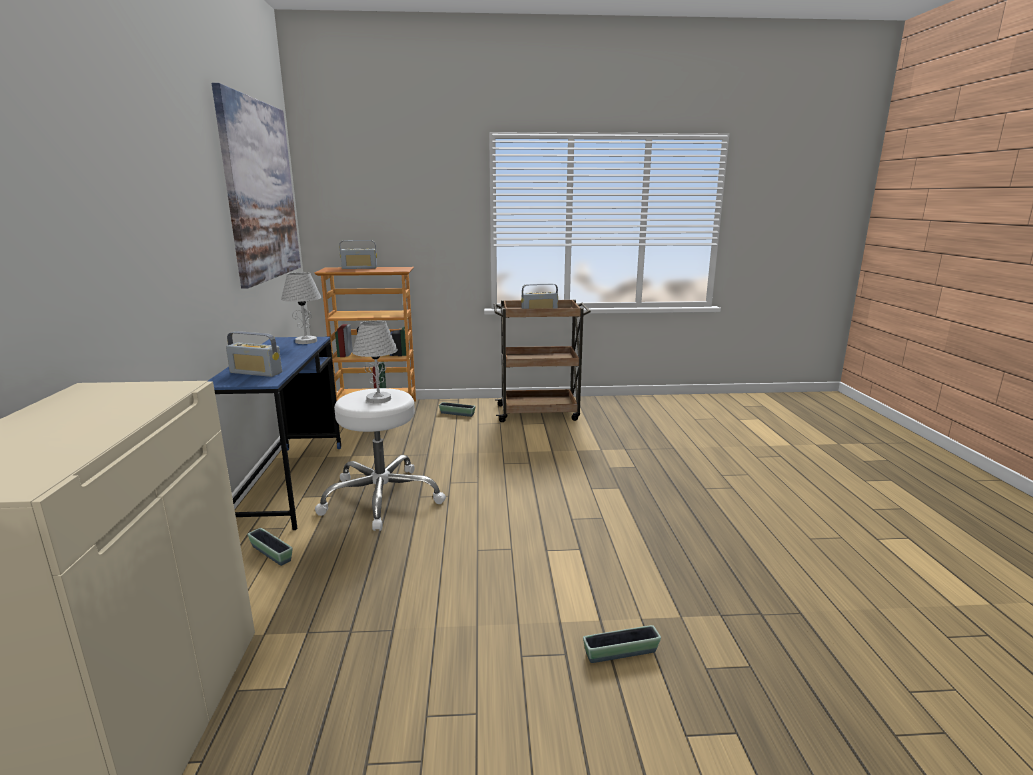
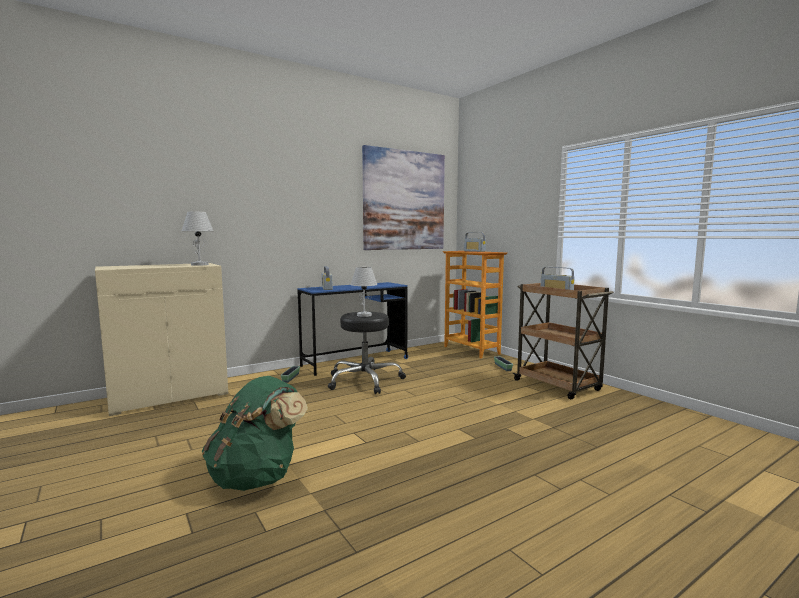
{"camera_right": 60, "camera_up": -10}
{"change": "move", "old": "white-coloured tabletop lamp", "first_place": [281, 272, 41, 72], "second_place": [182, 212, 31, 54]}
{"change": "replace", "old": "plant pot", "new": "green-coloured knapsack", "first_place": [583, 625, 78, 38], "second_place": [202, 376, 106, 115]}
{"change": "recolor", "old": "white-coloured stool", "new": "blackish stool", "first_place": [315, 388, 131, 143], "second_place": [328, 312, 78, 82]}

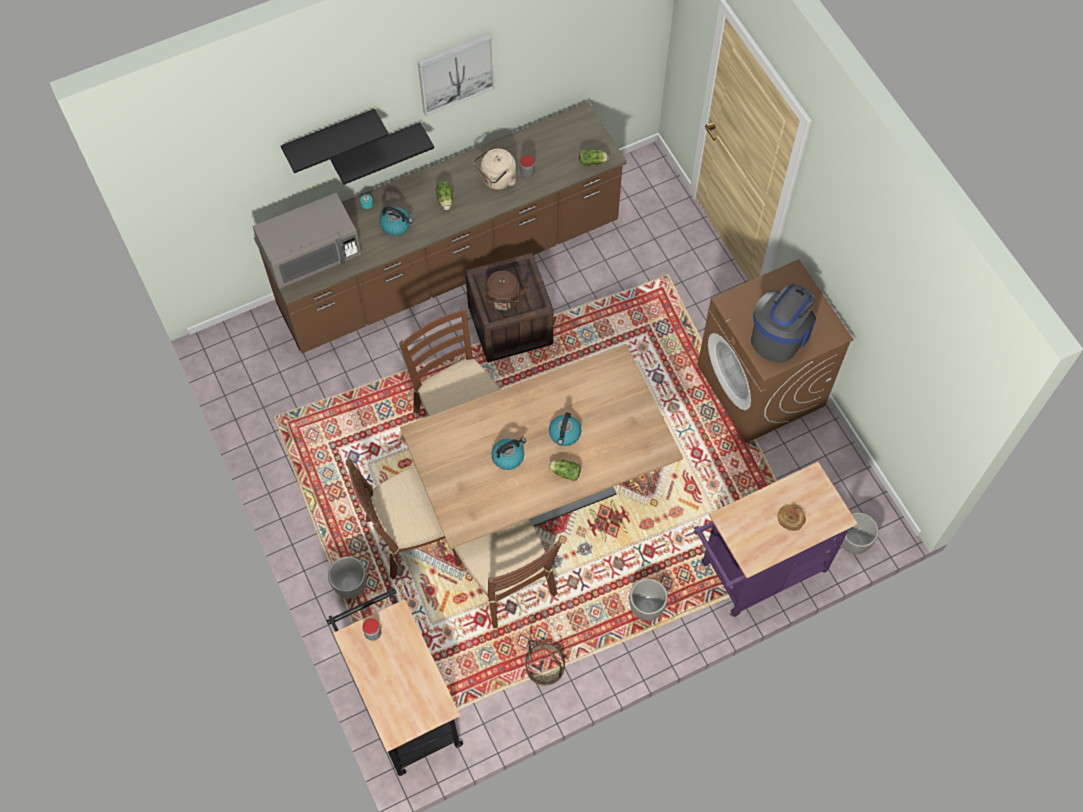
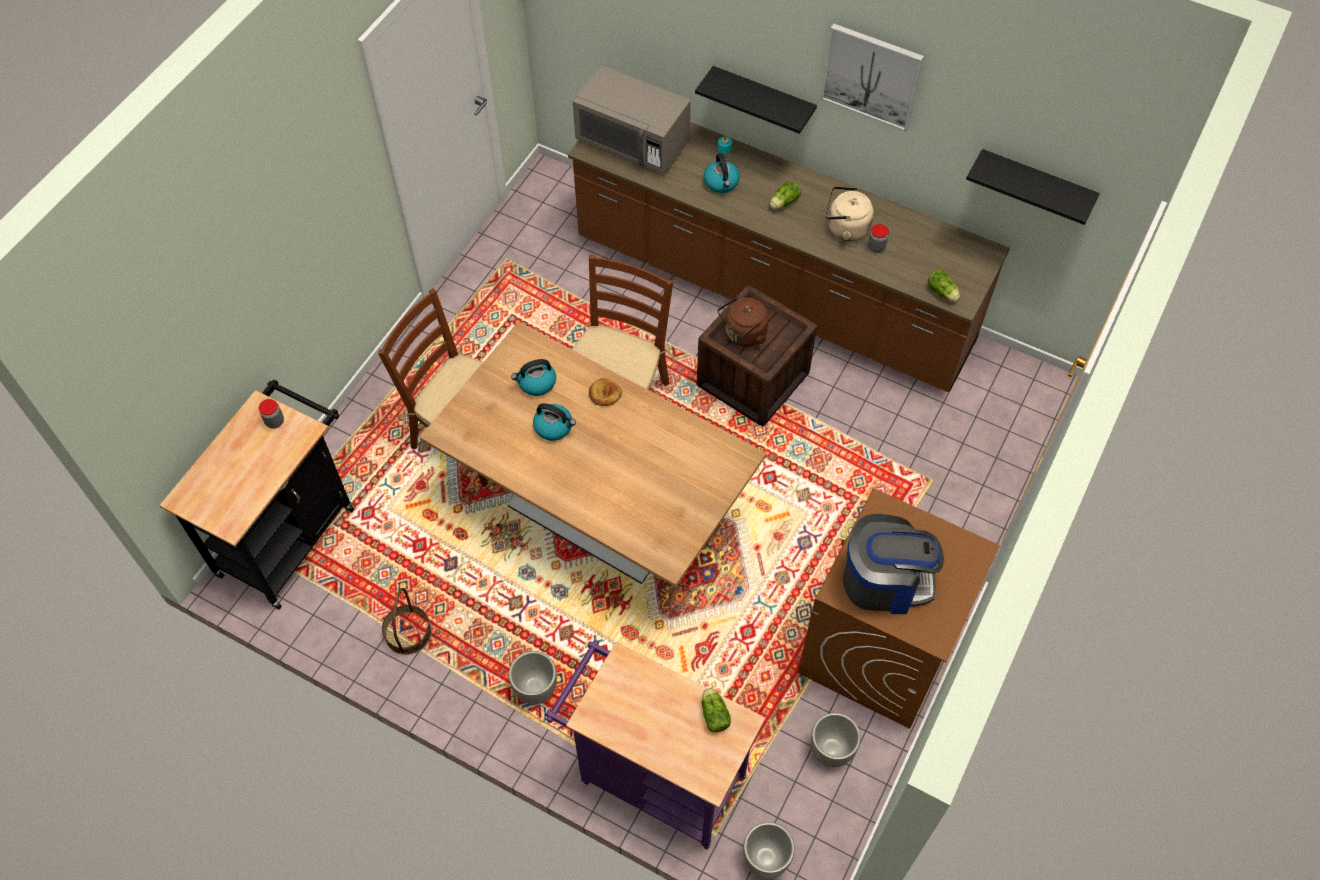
{"camera_right": 55, "camera_up": -5}
{"change": "move", "old": "tea kettle", "first_place": [549, 413, 33, 33], "second_place": [511, 359, 45, 37]}
{"change": "move", "old": "baked bread", "first_place": [777, 504, 29, 27], "second_place": [589, 378, 33, 28]}
{"change": "move", "old": "head of lettuce", "first_place": [549, 460, 32, 21], "second_place": [702, 688, 29, 44]}
{"change": "move", "old": "plant pot", "first_place": [328, 556, 39, 42], "second_place": [811, 713, 50, 54]}
{"change": "move", "old": "blackish bracket shelf", "first_place": [281, 109, 108, 64], "second_place": [966, 149, 134, 76]}
{"change": "delete", "old": "brownish plain chair", "first_place": [453, 519, 109, 109]}

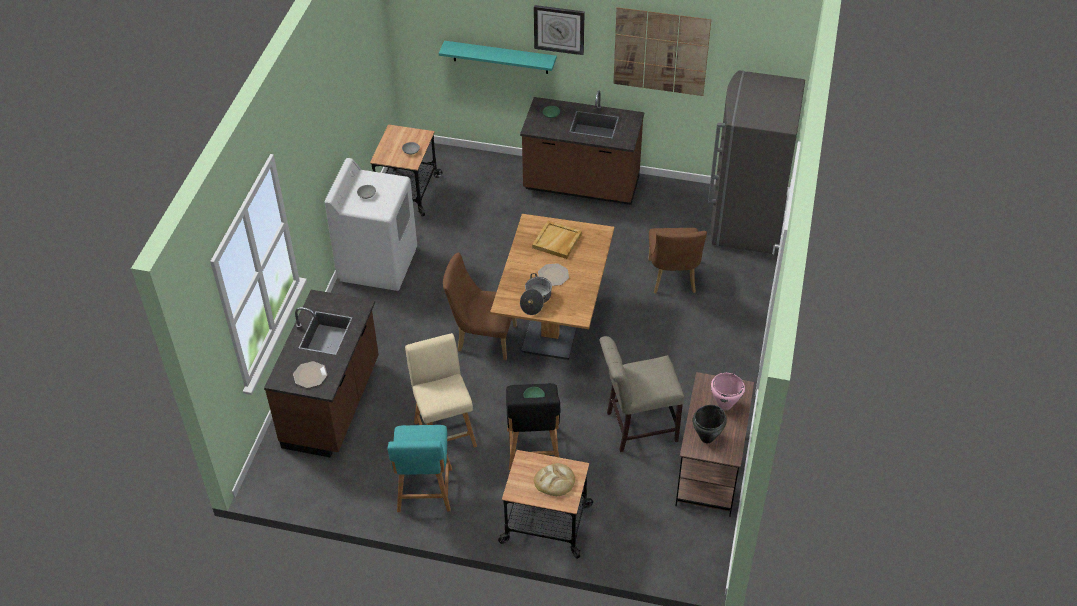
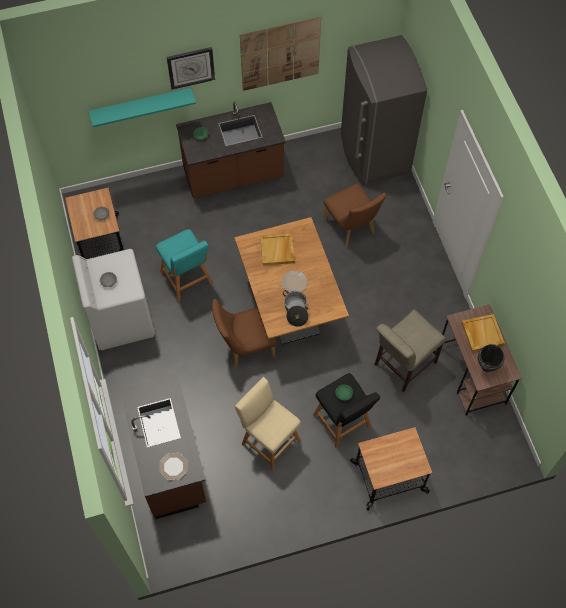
{"camera_right": -30, "camera_up": 15}
{"change": "move", "old": "blue-green stool", "first_place": [388, 425, 64, 87], "second_place": [156, 229, 57, 72]}
{"change": "replace", "old": "pink-coloured saucepot", "new": "sand-coloured serving tray", "first_place": [711, 373, 34, 37], "second_place": [461, 314, 44, 38]}
{"change": "delete", "old": "baked bread", "first_place": [534, 463, 41, 33]}

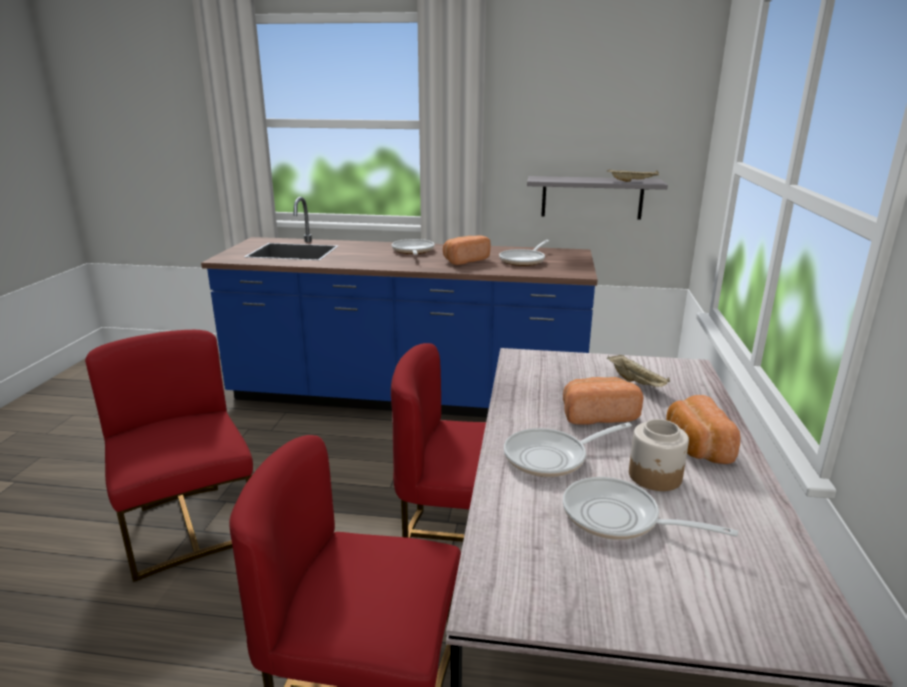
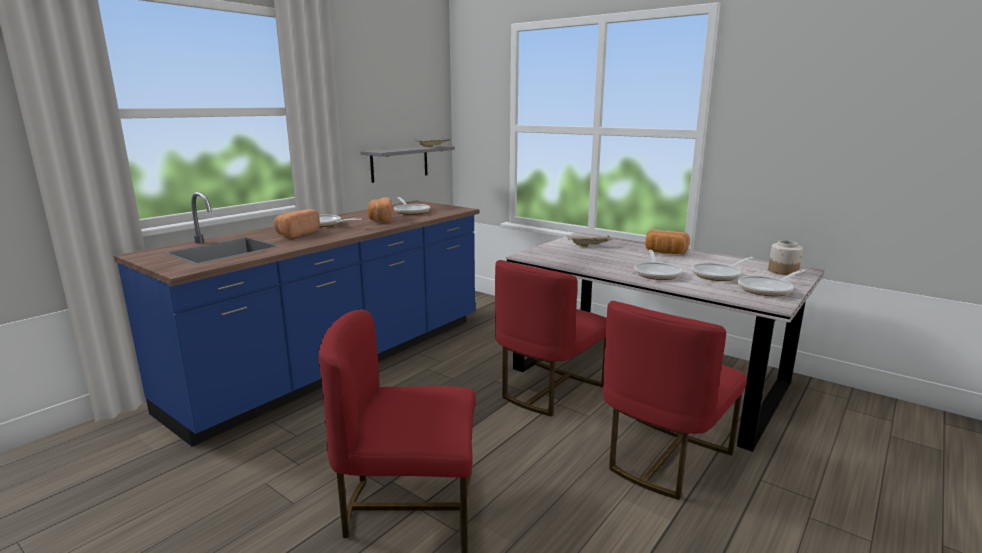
{"camera_right": -60, "camera_up": -5}
{"change": "move", "old": "baked bread", "first_place": [563, 377, 80, 47], "second_place": [274, 209, 46, 29]}
{"change": "insert", "new": "pan", "second_place": [738, 269, 67, 27]}
{"change": "move", "old": "storage jar", "first_place": [629, 419, 60, 72], "second_place": [768, 240, 35, 35]}

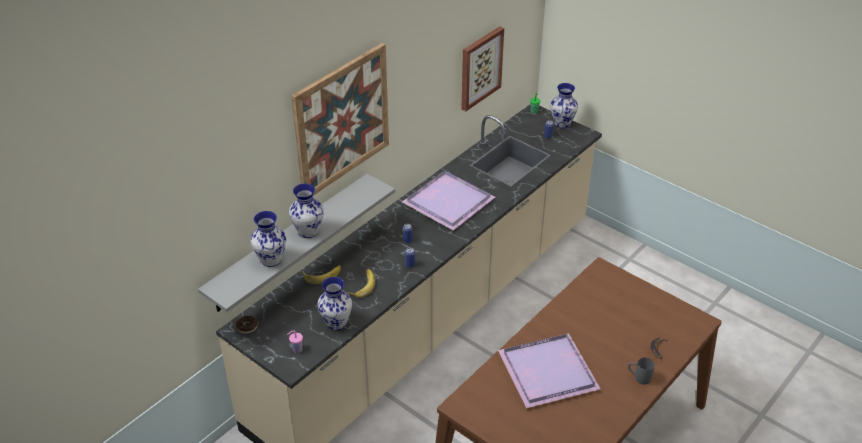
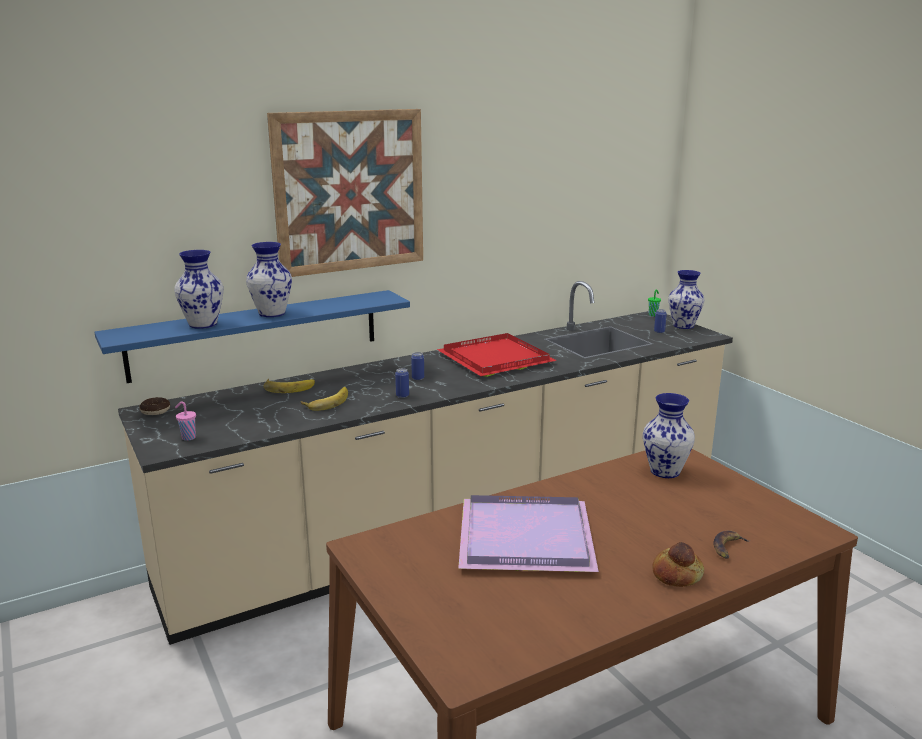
{"camera_right": 20, "camera_up": -20}
{"change": "recolor", "old": "greyish bracket shelf", "new": "blue-coloured bracket shelf", "first_place": [198, 174, 197, 138], "second_place": [94, 290, 316, 93]}
{"change": "recolor", "old": "purple-coloured serving tray", "new": "red-coloured serving tray", "first_place": [402, 171, 93, 60], "second_place": [437, 333, 120, 44]}
{"change": "move", "old": "decorative vase", "first_place": [317, 277, 35, 53], "second_place": [643, 393, 52, 85]}
{"change": "replace", "old": "greyish coffee mug", "new": "baked bread", "first_place": [628, 357, 27, 28], "second_place": [653, 542, 51, 45]}
{"change": "delete", "old": "picture", "first_place": [461, 26, 43, 85]}

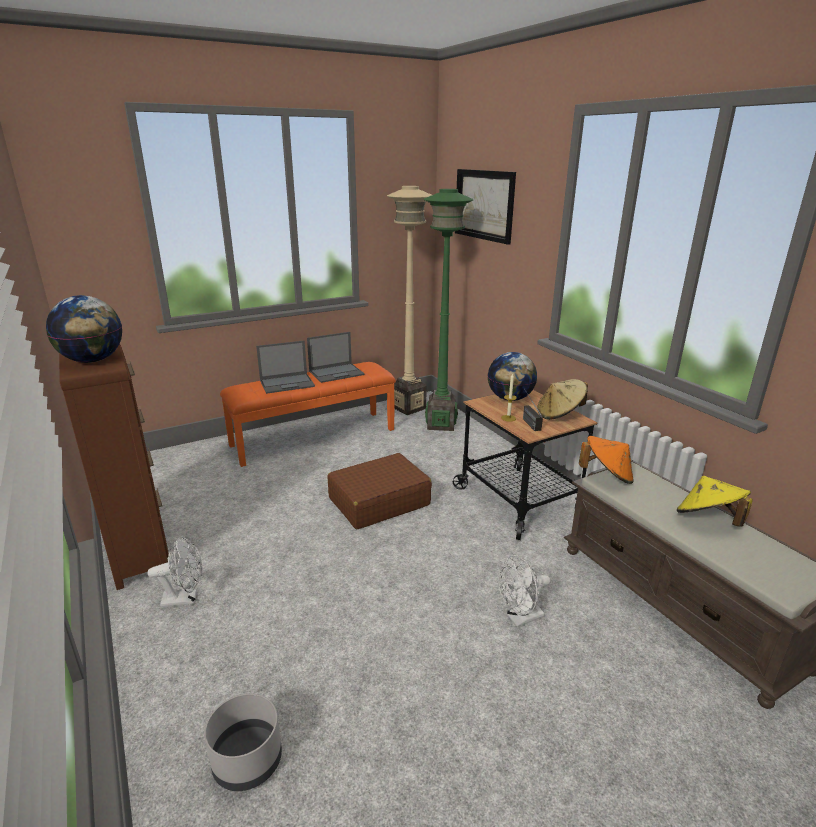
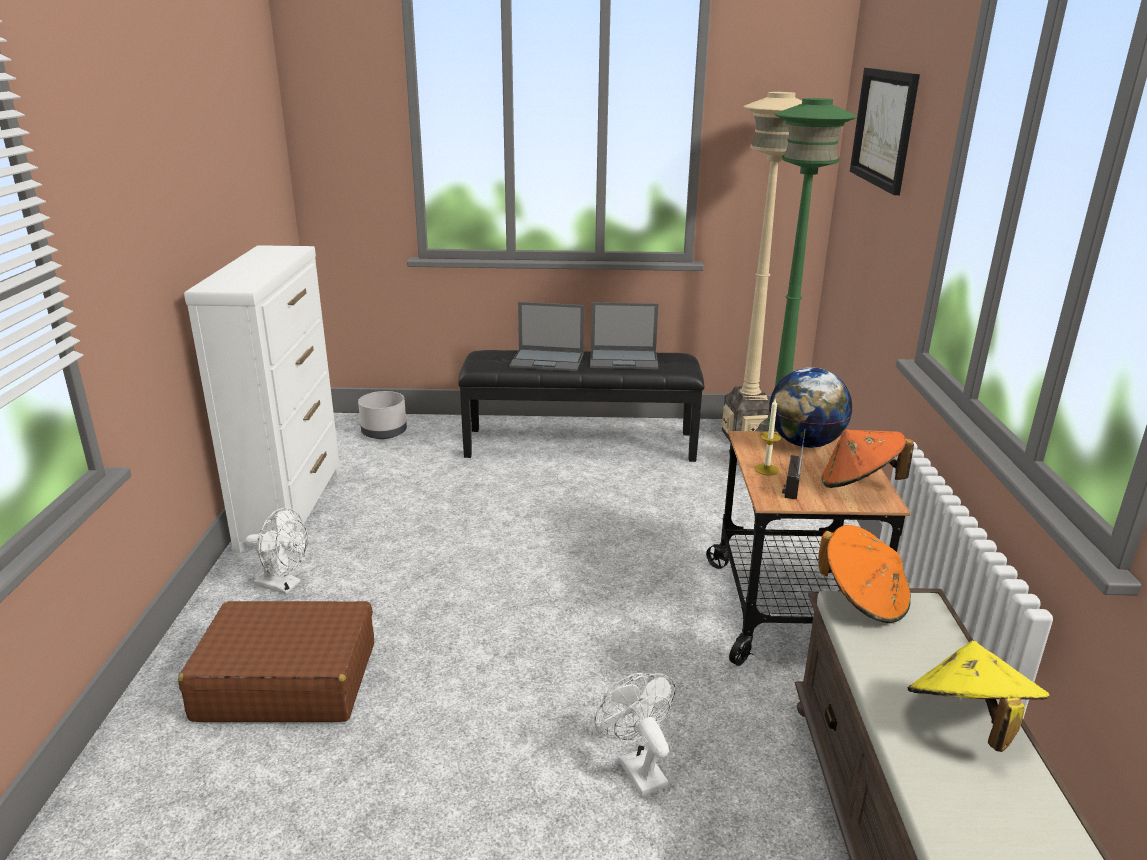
{"camera_right": 30, "camera_up": 0}
{"change": "move", "old": "brownish travel case", "first_place": [328, 453, 104, 76], "second_place": [178, 601, 196, 121]}
{"change": "recolor", "old": "brownish chest of drawers", "new": "white-coloured chest of drawers", "first_place": [59, 344, 110, 246], "second_place": [184, 245, 156, 309]}
{"change": "move", "old": "greyish plant pot", "first_place": [204, 693, 78, 98], "second_place": [358, 391, 49, 48]}
{"change": "recolor", "old": "orange-coloured indoor bench", "new": "blackish indoor bench", "first_place": [220, 362, 176, 105], "second_place": [458, 350, 246, 112]}
{"change": "rotate", "old": "white-coloured cooling fan", "first_place": [498, 555, 53, 72], "second_place": [595, 673, 81, 123], "degrees": 60}
{"change": "recolor", "old": "sand-coloured wearable hat", "new": "orange-coloured wearable hat", "first_place": [537, 379, 51, 41], "second_place": [821, 429, 93, 59]}
{"change": "delete", "old": "desk globe", "first_place": [46, 295, 76, 68]}

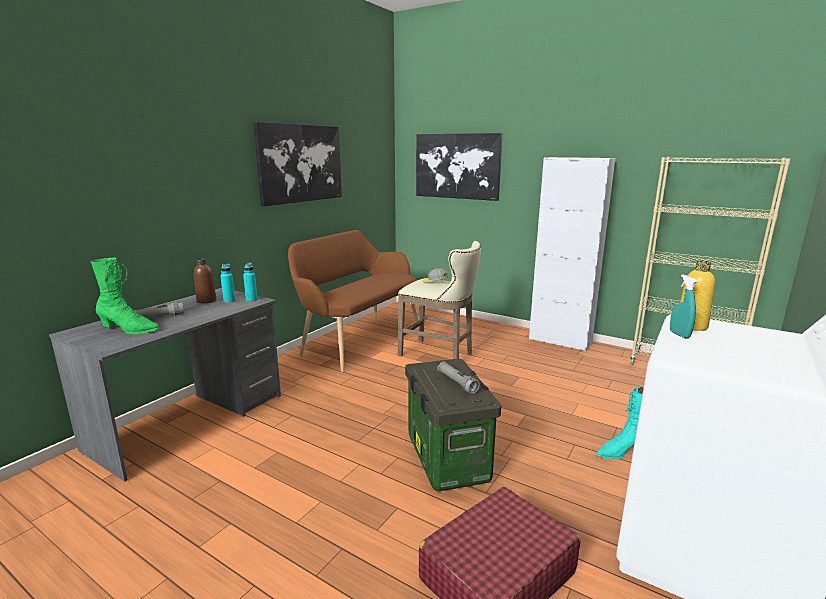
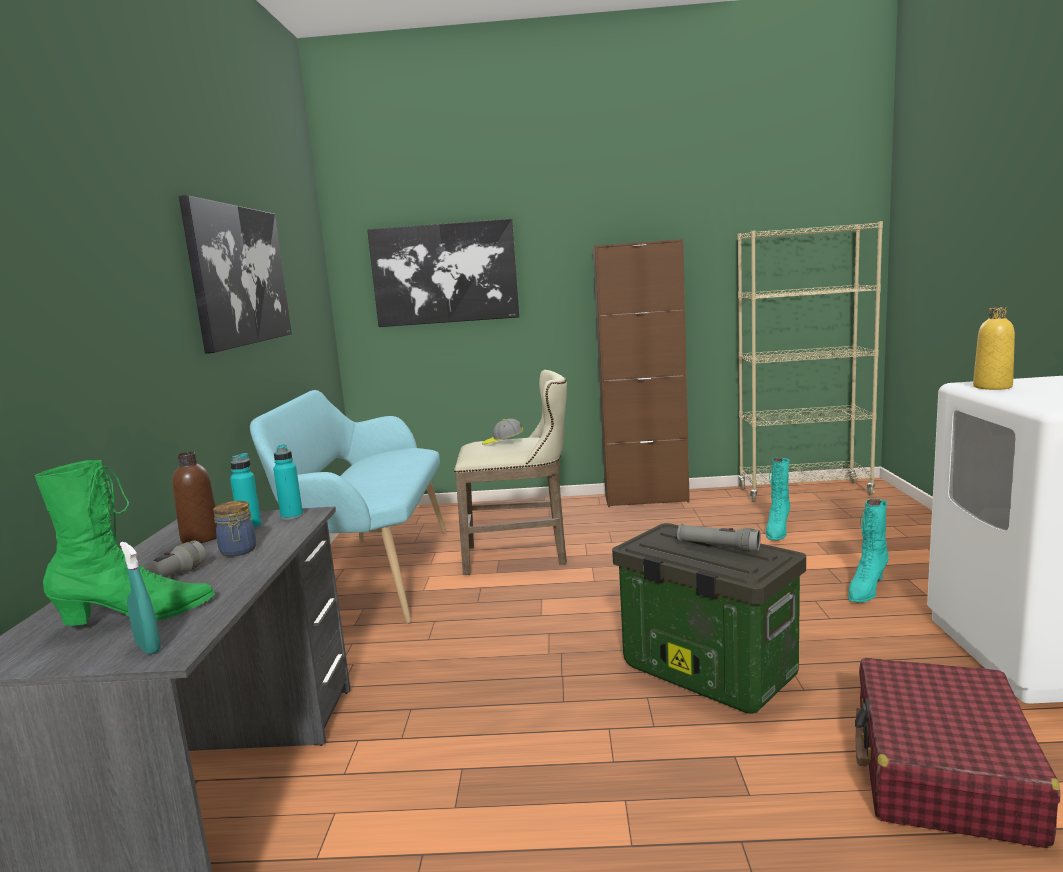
{"camera_right": -30, "camera_up": -5}
{"change": "move", "old": "blue-green hand sprayer", "first_place": [670, 274, 27, 64], "second_place": [120, 542, 41, 112]}
{"change": "insert", "new": "storage jar", "second_place": [213, 501, 43, 56]}
{"change": "recolor", "old": "brownish indoor bench", "new": "blue-green indoor bench", "first_place": [288, 230, 131, 143], "second_place": [250, 390, 197, 234]}
{"change": "recolor", "old": "white-coloured cabinet", "new": "brownish cabinet", "first_place": [529, 157, 86, 195], "second_place": [593, 239, 97, 268]}
{"change": "insert", "new": "blue-green tall boot", "second_place": [766, 458, 24, 82]}

